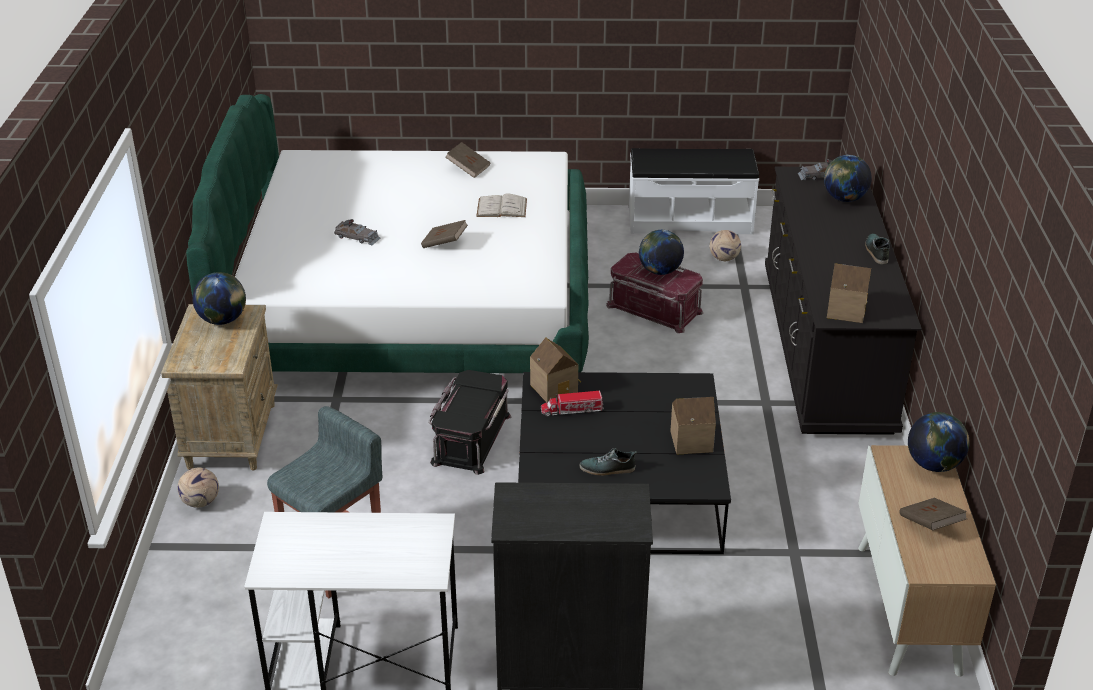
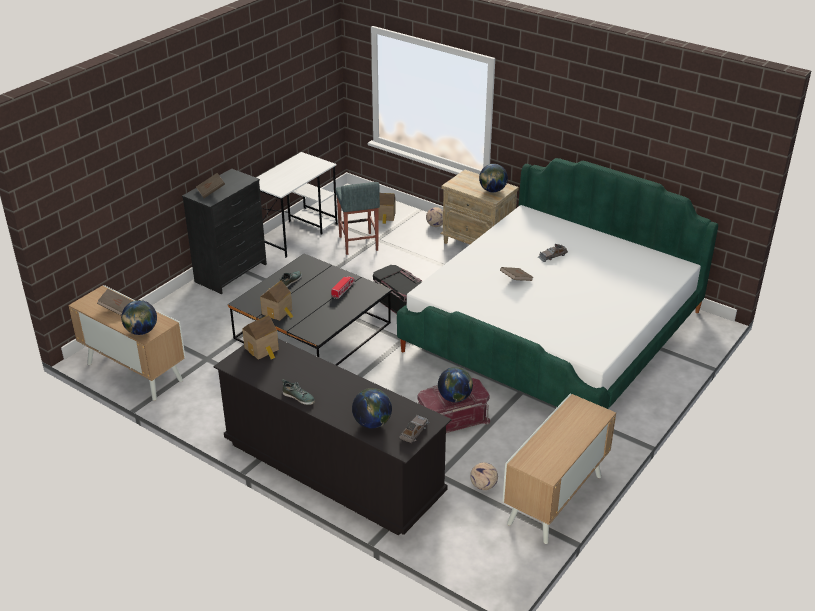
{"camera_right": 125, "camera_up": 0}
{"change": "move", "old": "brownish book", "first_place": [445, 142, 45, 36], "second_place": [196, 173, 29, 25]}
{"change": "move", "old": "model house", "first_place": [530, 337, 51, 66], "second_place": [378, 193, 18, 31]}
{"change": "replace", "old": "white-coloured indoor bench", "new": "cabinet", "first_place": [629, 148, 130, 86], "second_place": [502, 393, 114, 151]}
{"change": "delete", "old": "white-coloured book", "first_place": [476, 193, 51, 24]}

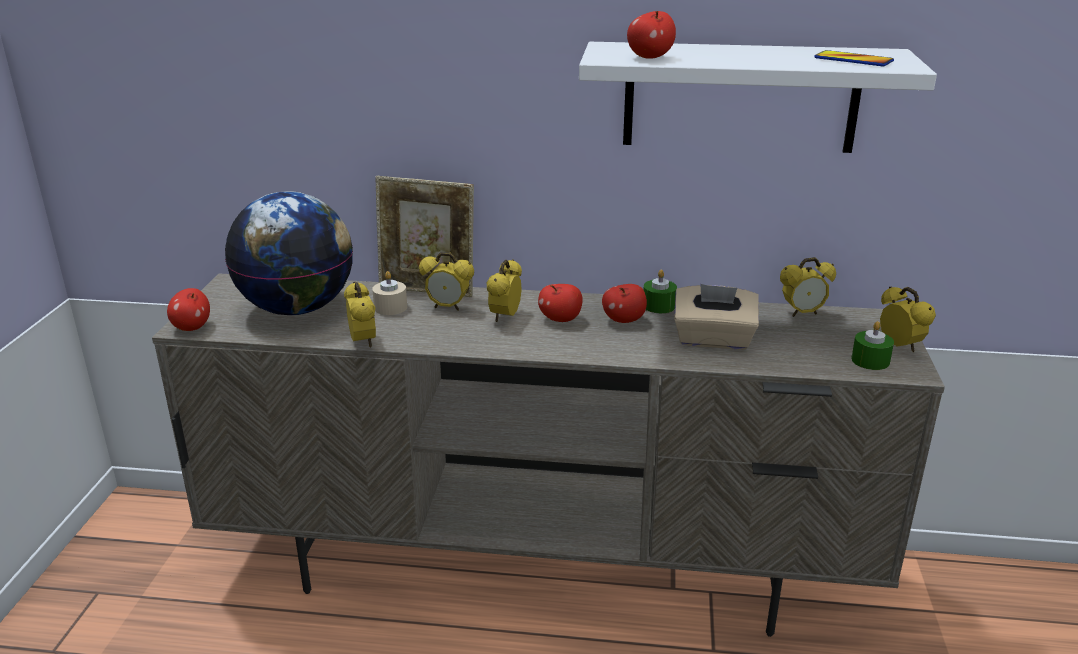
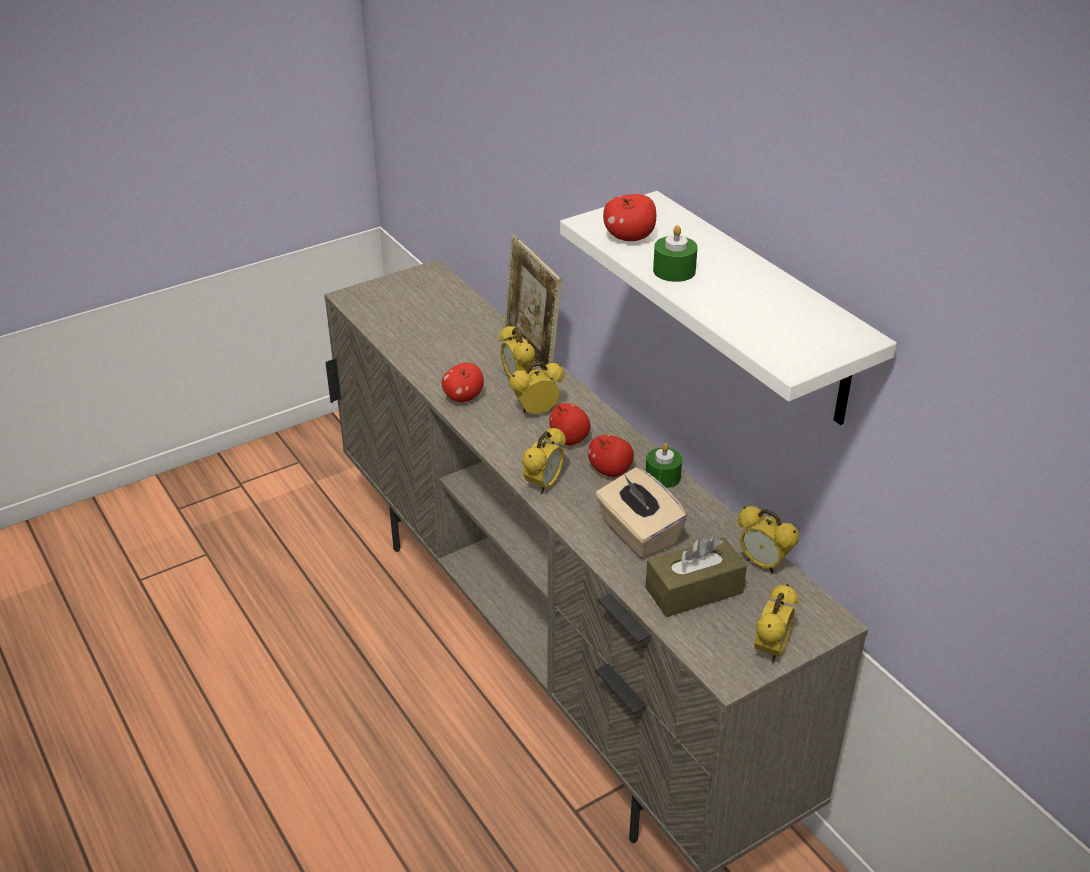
{"camera_right": 50, "camera_up": 10}
{"change": "move", "old": "apple fruit", "first_place": [167, 288, 43, 43], "second_place": [442, 362, 42, 40]}
{"change": "move", "old": "table clock", "first_place": [344, 282, 32, 66], "second_place": [522, 427, 44, 67]}
{"change": "insert", "new": "brownish box of tissues", "second_place": [645, 536, 102, 81]}
{"change": "move", "old": "green-coloured wax light", "first_place": [851, 321, 43, 49], "second_place": [653, 225, 45, 57]}
{"change": "delete", "old": "desk globe", "first_place": [225, 191, 128, 124]}
{"change": "delete", "old": "sand-coloured wax light", "first_place": [372, 271, 35, 44]}
{"change": "delete", "old": "handset", "first_place": [815, 50, 79, 16]}

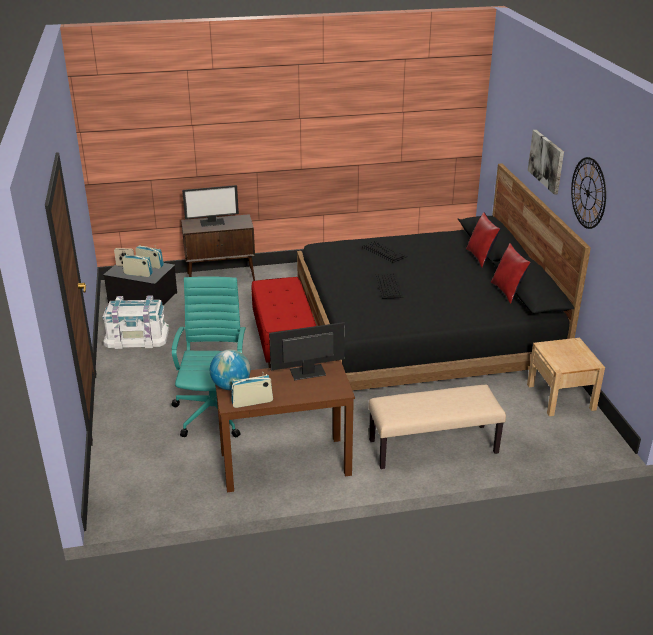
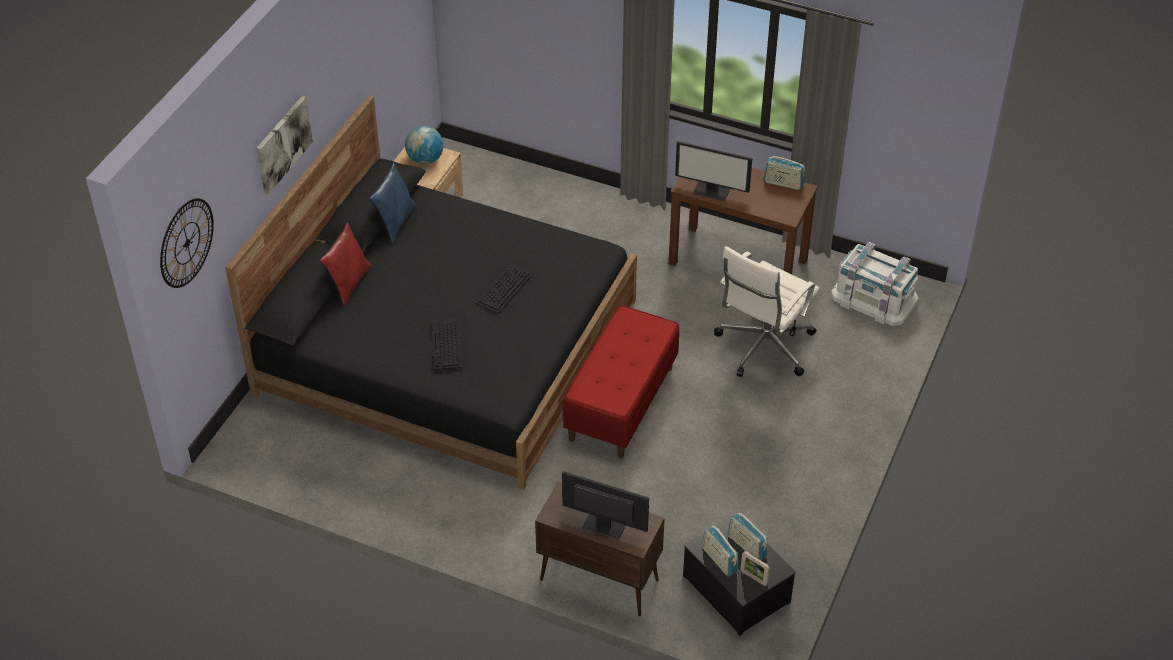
{"camera_right": -145, "camera_up": 15}
{"change": "move", "old": "hanging clock", "first_place": [571, 157, 35, 72], "second_place": [160, 198, 54, 90]}
{"change": "recolor", "old": "red-coloured throw pillow", "new": "blue-coloured throw pillow", "first_place": [491, 243, 40, 61], "second_place": [369, 163, 48, 80]}
{"change": "move", "old": "desk globe", "first_place": [210, 349, 40, 41], "second_place": [405, 126, 39, 38]}
{"change": "recolor", "old": "blue-green desk chair", "new": "white-coloured desk chair", "first_place": [172, 276, 74, 161], "second_place": [714, 246, 106, 131]}
{"change": "move", "old": "white-coloured storage box", "first_place": [103, 295, 66, 54], "second_place": [831, 242, 88, 84]}
{"change": "delete", "old": "sand-coloured indoor bench", "first_place": [368, 385, 138, 84]}

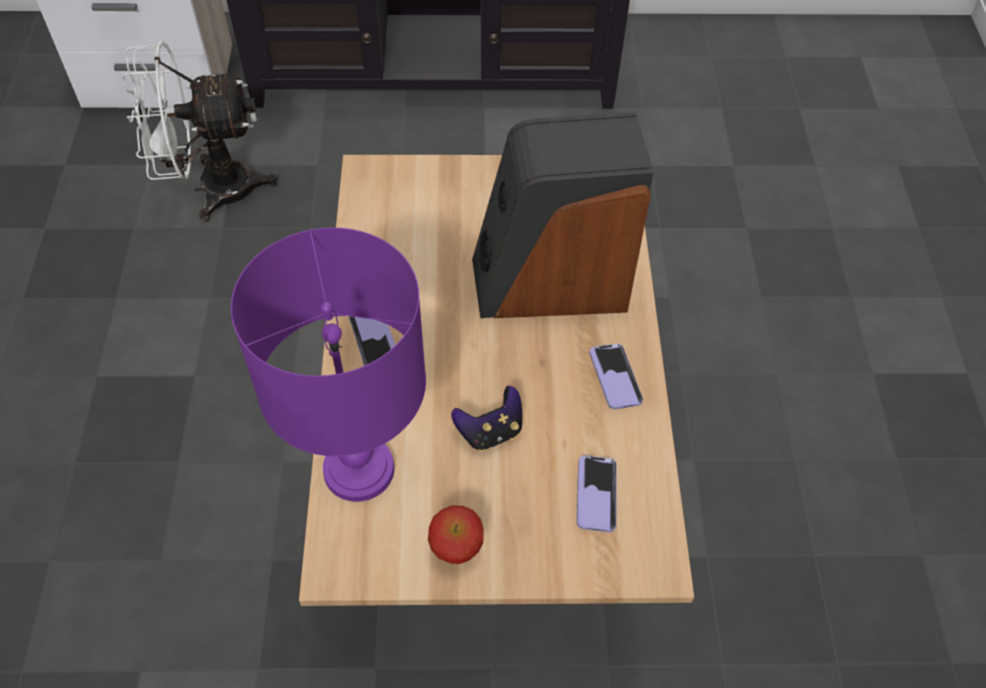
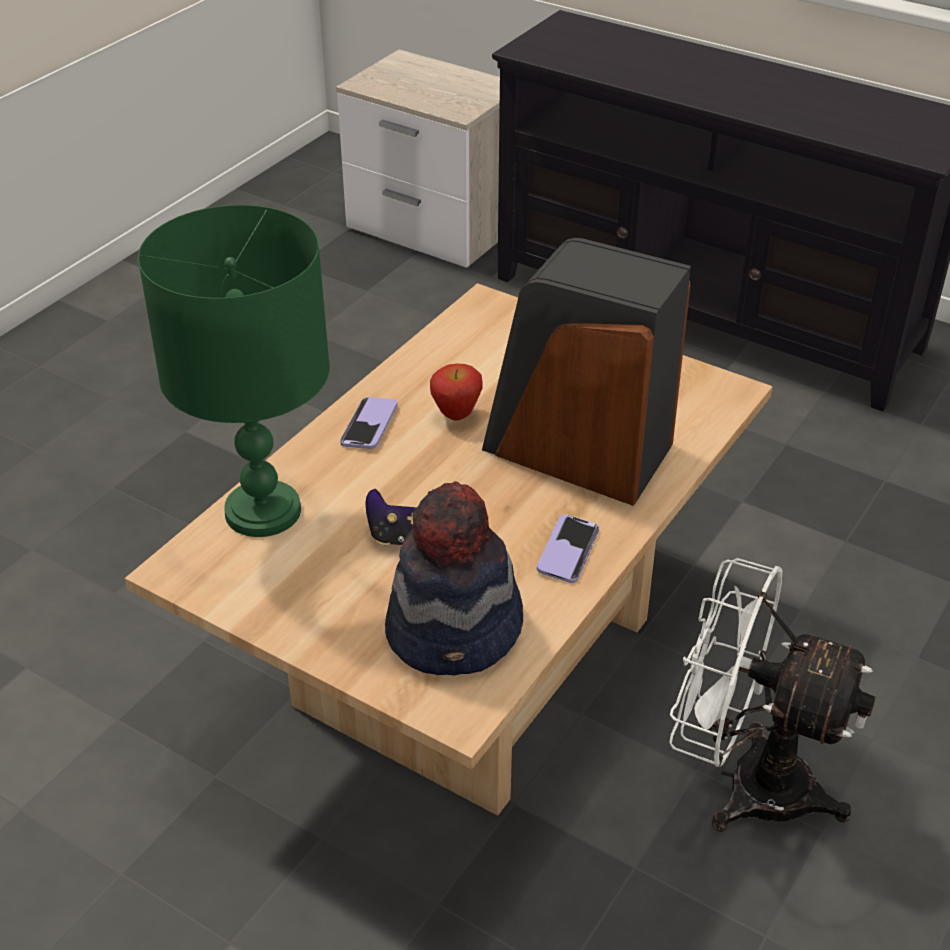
{"camera_right": 35, "camera_up": -15}
{"change": "recolor", "old": "purple-coloured tabletop lamp", "new": "green-coloured tabletop lamp", "first_place": [231, 228, 195, 274], "second_place": [138, 205, 192, 332]}
{"change": "replace", "old": "handset", "new": "wearable hat", "first_place": [577, 455, 40, 77], "second_place": [385, 481, 138, 194]}
{"change": "move", "old": "apple fruit", "first_place": [428, 505, 56, 59], "second_place": [430, 364, 52, 57]}
{"change": "move", "old": "white-coloured cooling fan", "first_place": [122, 41, 156, 181], "second_place": [669, 558, 207, 274]}

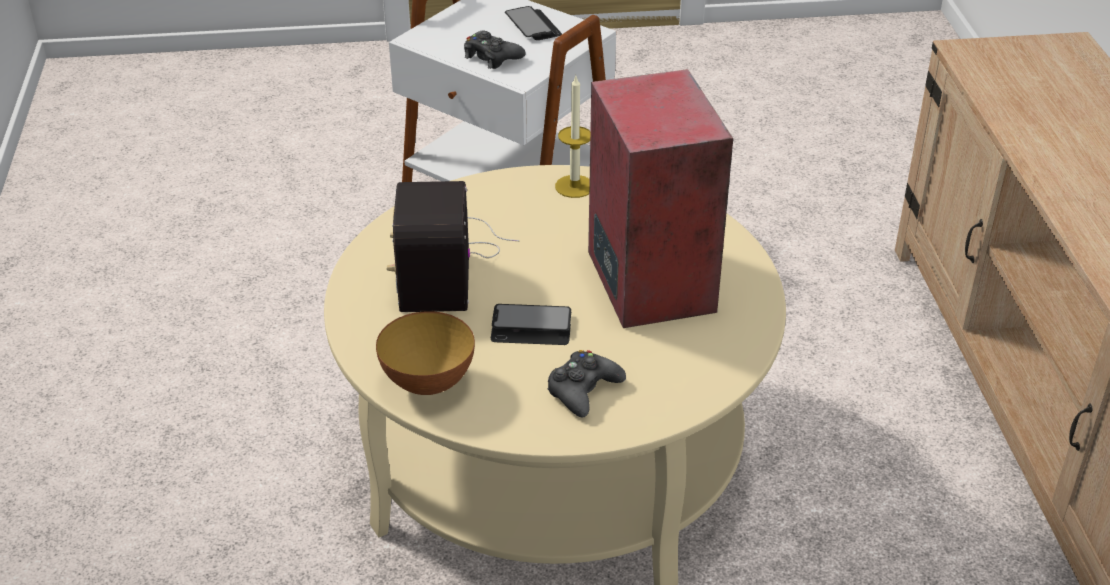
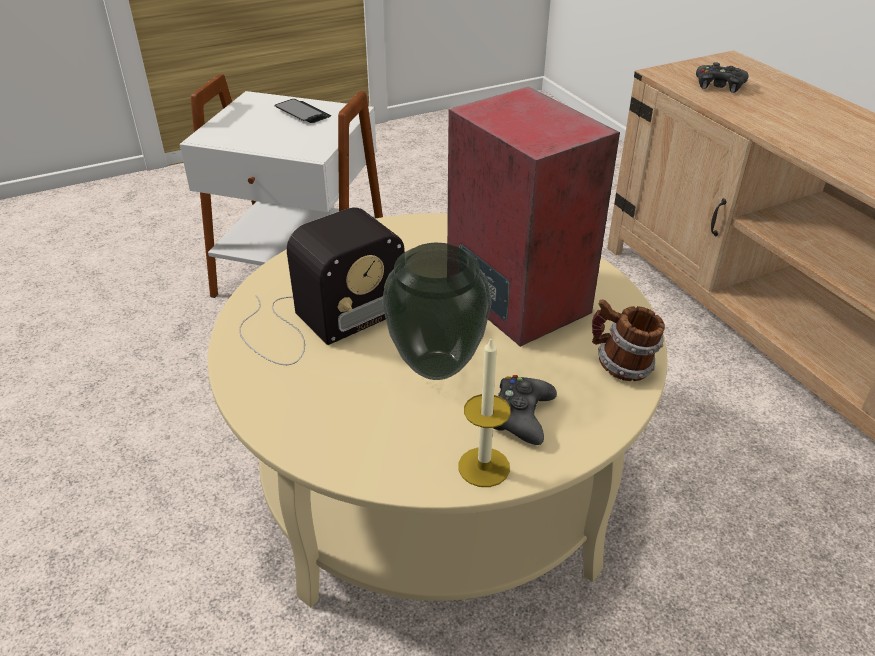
{"camera_right": -20, "camera_up": 0}
{"change": "rotate", "old": "radio set", "first_place": [387, 181, 133, 131], "second_place": [239, 207, 166, 158], "degrees": -105}
{"change": "replace", "old": "handset", "new": "decorative vase", "first_place": [491, 304, 80, 41], "second_place": [382, 243, 110, 137]}
{"change": "move", "old": "wax light", "first_place": [555, 76, 35, 122], "second_place": [458, 336, 53, 151]}
{"change": "insert", "new": "coffee mug", "second_place": [592, 299, 73, 82]}
{"change": "move", "old": "blackish joypad", "first_place": [464, 31, 62, 38], "second_place": [696, 62, 52, 31]}
{"change": "delete", "old": "deep dish", "first_place": [376, 311, 99, 84]}

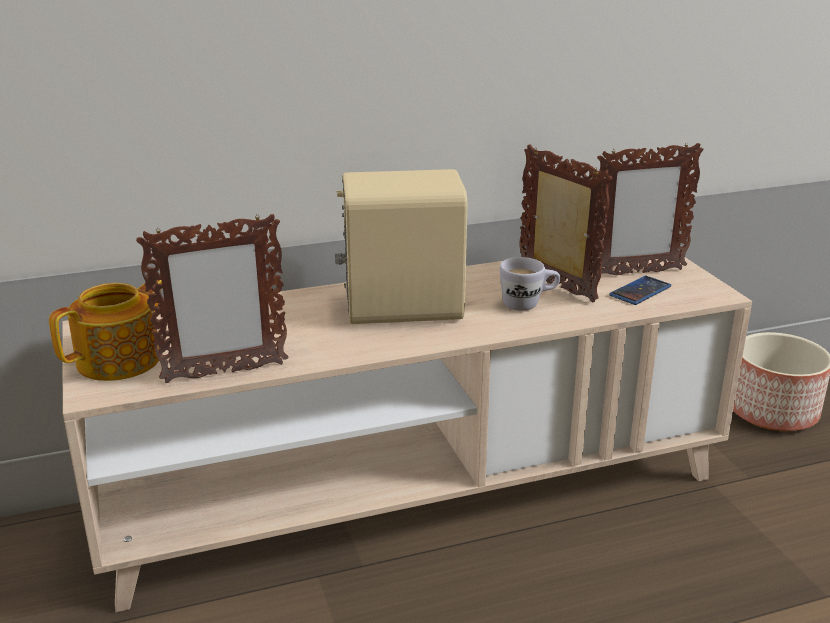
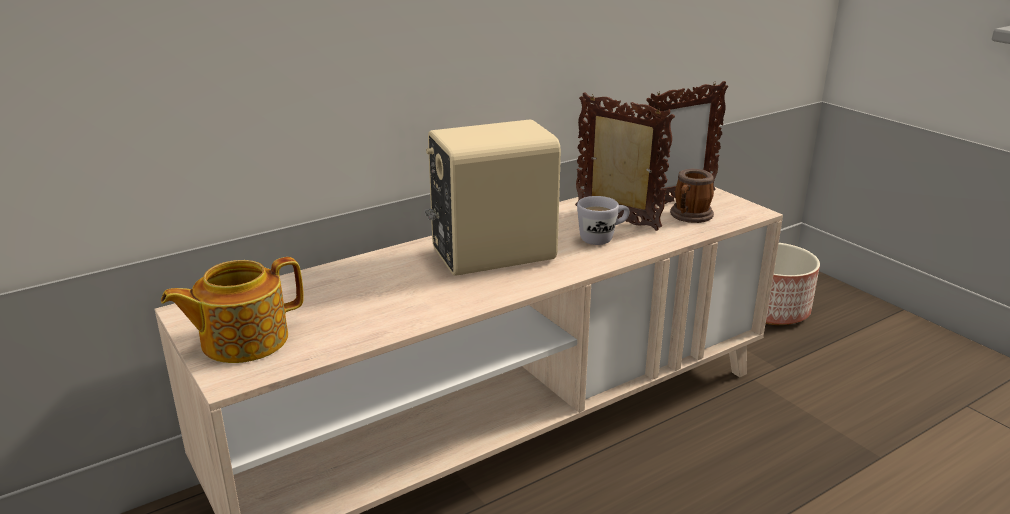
{"camera_right": -15, "camera_up": 0}
{"change": "rotate", "old": "pot for tea", "first_place": [49, 280, 113, 101], "second_place": [161, 257, 143, 106], "degrees": -150}
{"change": "replace", "old": "handset", "new": "coffee mug", "first_place": [609, 276, 62, 29], "second_place": [670, 169, 44, 54]}
{"change": "delete", "old": "picture frame", "first_place": [136, 214, 153, 169]}

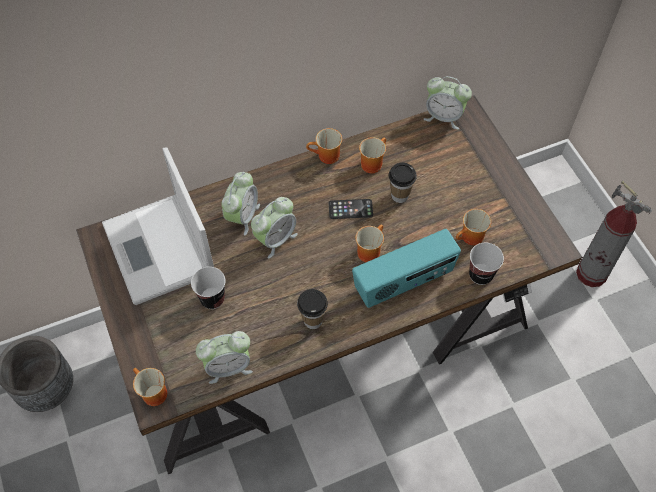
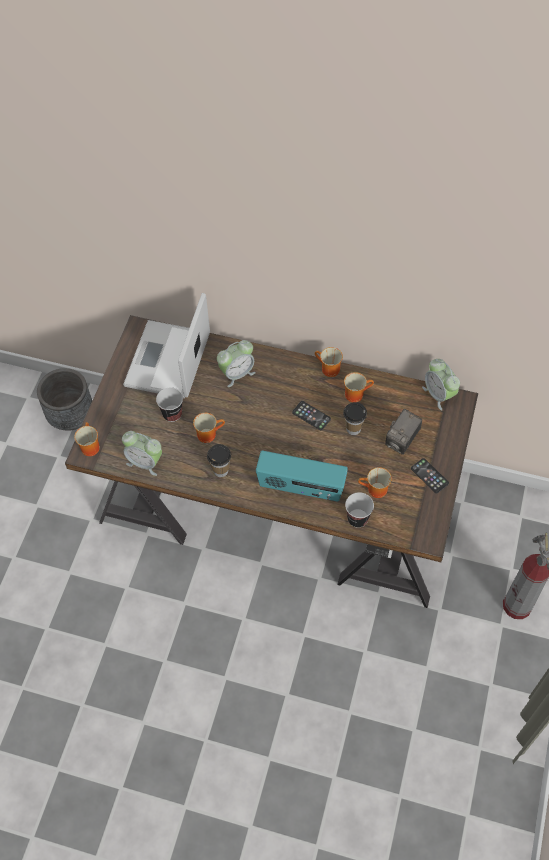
{"camera_right": 40, "camera_up": 0}
{"change": "move", "old": "coffee mug", "first_place": [355, 225, 29, 37], "second_place": [193, 413, 32, 30]}
{"change": "insert", "new": "photo camera", "second_place": [385, 409, 37, 46]}
{"change": "insert", "new": "handset", "second_place": [411, 458, 38, 35]}
{"change": "delete", "old": "table clock", "first_place": [251, 197, 47, 61]}

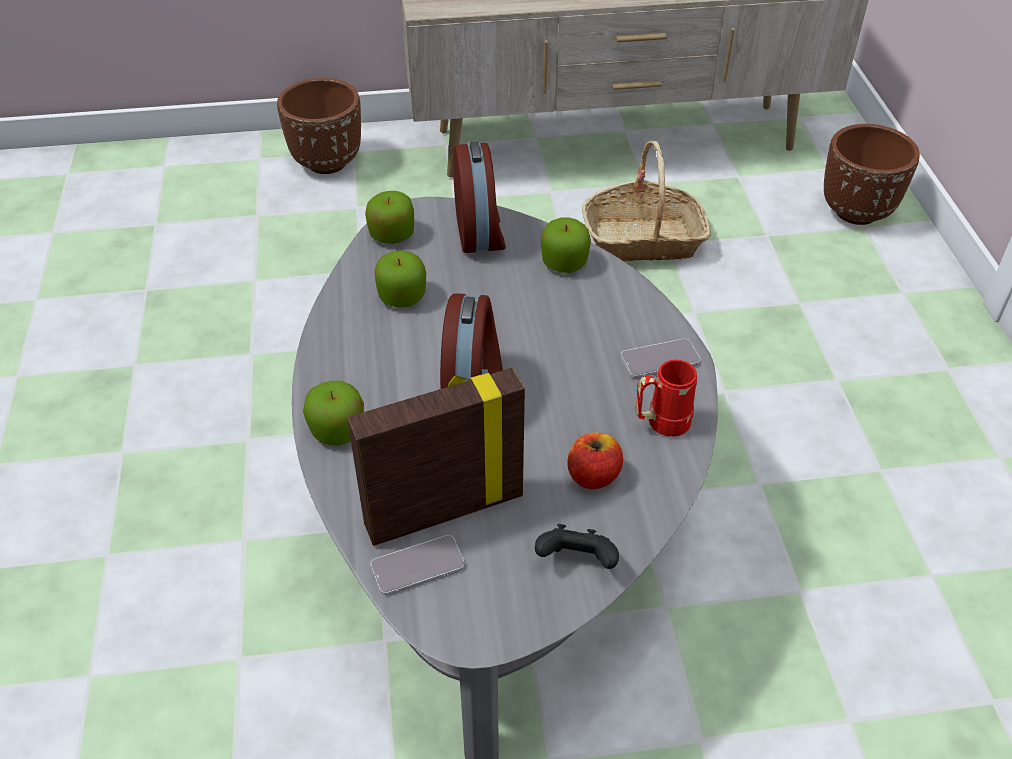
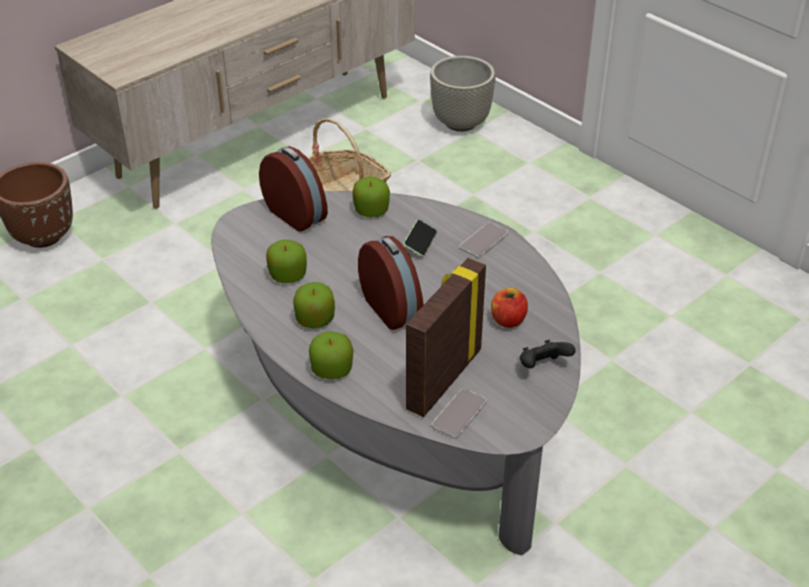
{"camera_right": -35, "camera_up": -5}
{"change": "move", "old": "apple fruit", "first_place": [365, 191, 49, 53], "second_place": [293, 282, 42, 46]}
{"change": "insert", "new": "handset", "second_place": [403, 220, 34, 37]}
{"change": "recolor", "old": "brownish plant pot", "new": "greyish plant pot", "first_place": [824, 124, 96, 101], "second_place": [430, 56, 65, 76]}
{"change": "delete", "old": "red-coloured coffee mug", "first_place": [635, 359, 62, 78]}

